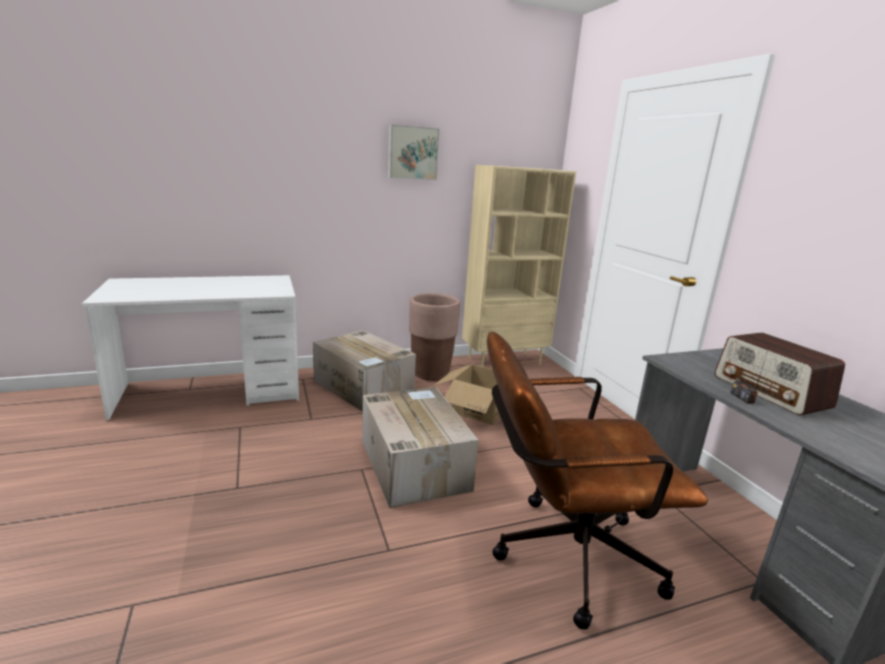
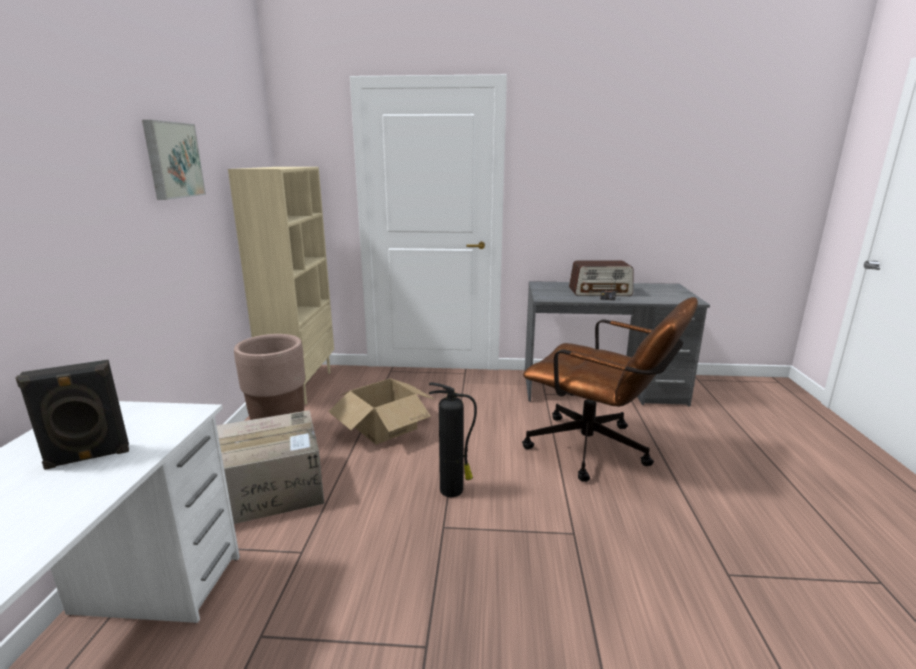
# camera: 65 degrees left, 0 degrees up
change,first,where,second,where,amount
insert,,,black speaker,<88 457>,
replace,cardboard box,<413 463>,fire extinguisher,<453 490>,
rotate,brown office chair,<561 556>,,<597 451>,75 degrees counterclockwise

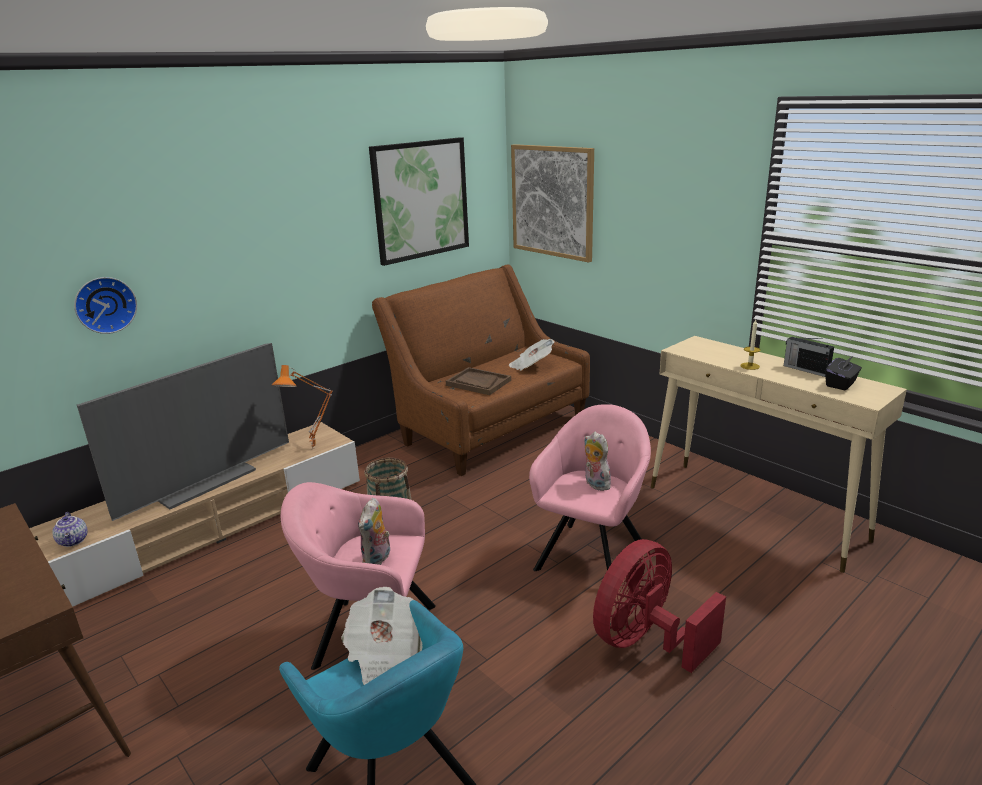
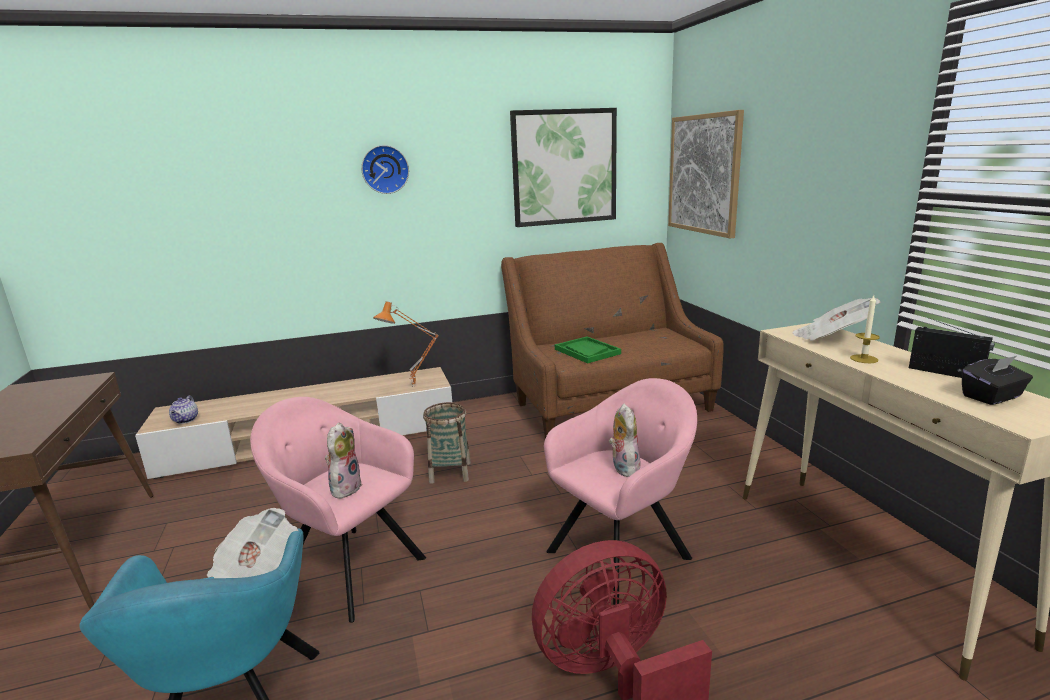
# camera: 25 degrees right, 5 degrees down
change,first,where,second,where,amount
delete,television,<204 481>,,,
move,wall clock,<105 304>,,<385 169>,
move,newspaper,<531 366>,,<831 338>,
recolor,brown tray,<478 383>,green tray,<587 351>,
rotate,plush toy,<378 559>,,<345 488>,150 degrees clockwise
rotate,radio,<805 369>,,<946 373>,150 degrees clockwise

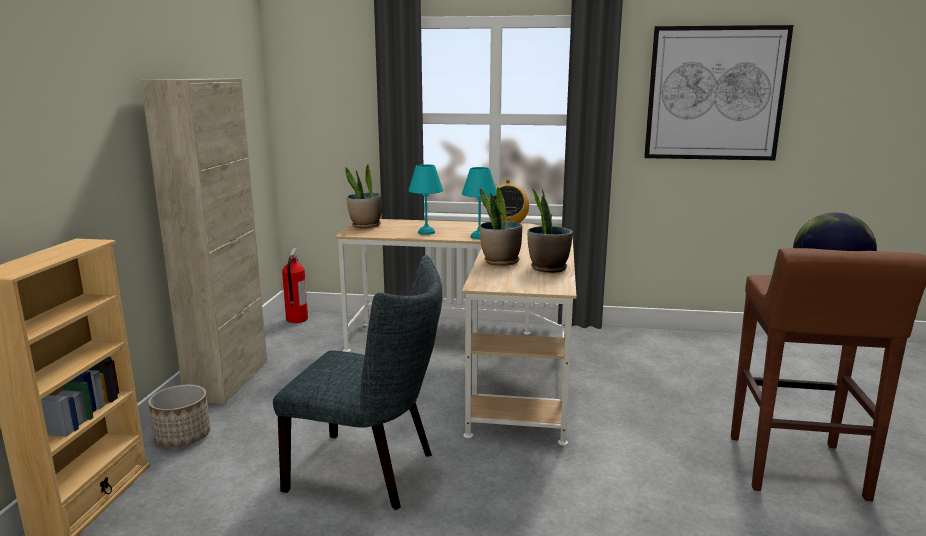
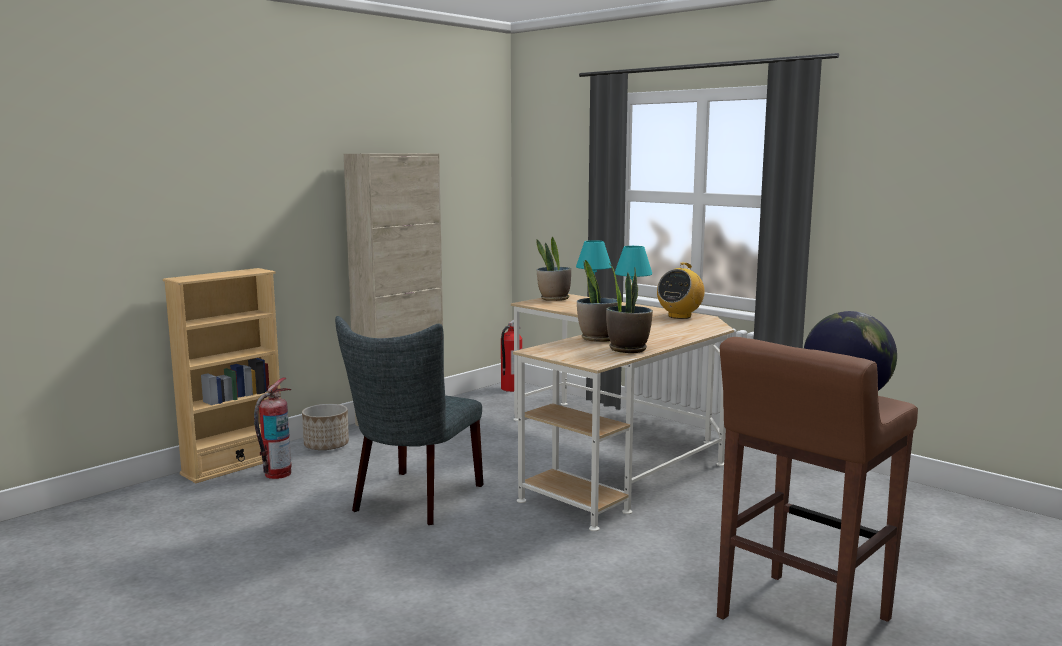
# camera: 35 degrees right, 5 degrees down
change,first,where,second,where,amount
delete,picture,<715 94>,,,
insert,,,fire extinguisher,<277 474>,
rotate,grey chair,<370 471>,,<413 500>,60 degrees clockwise

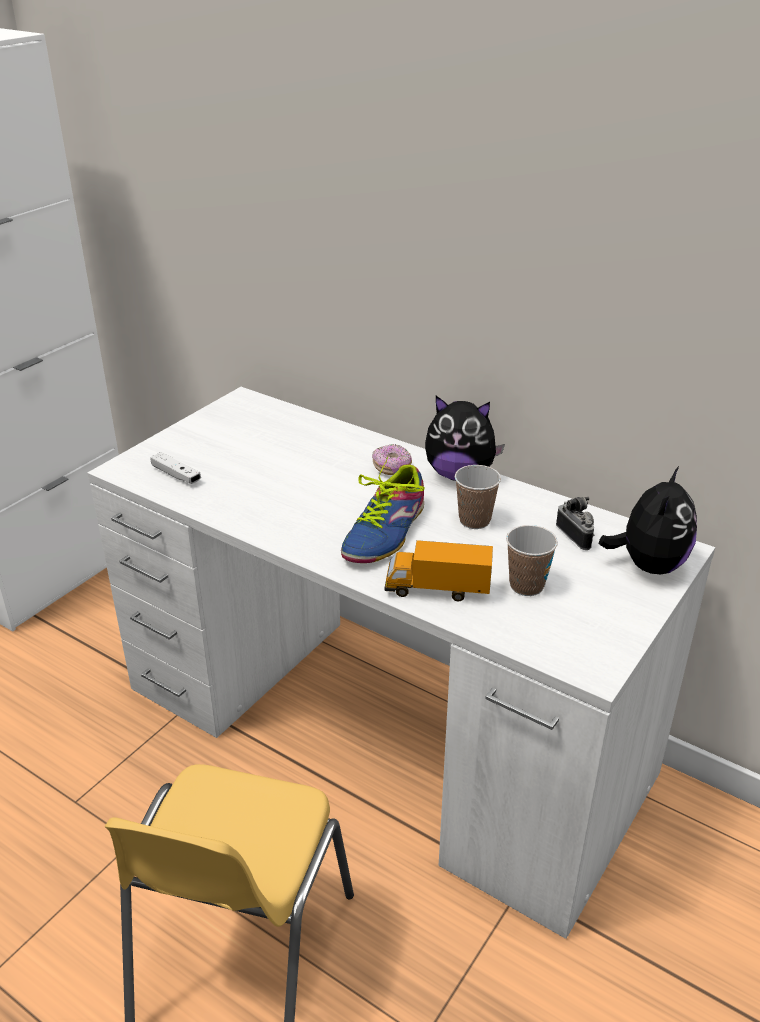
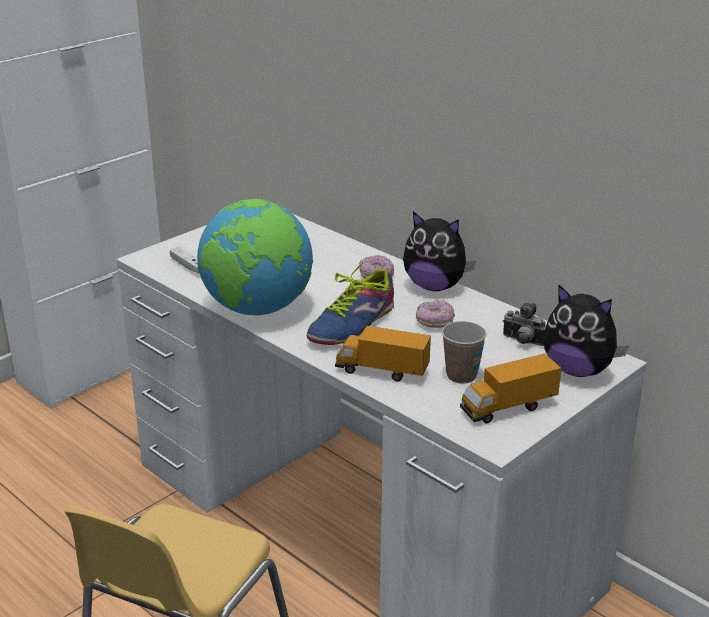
# camera: 10 degrees right, 5 degrees down
change,first,where,second,where,amount
insert,,,globe,<257 309>,
insert,,,toy truck,<508 408>,
replace,cup,<474 520>,donut,<434 322>,
rotate,photo camera,<577 535>,,<523 342>,135 degrees clockwise
rotate,plush toy,<648 565>,,<578 370>,90 degrees clockwise

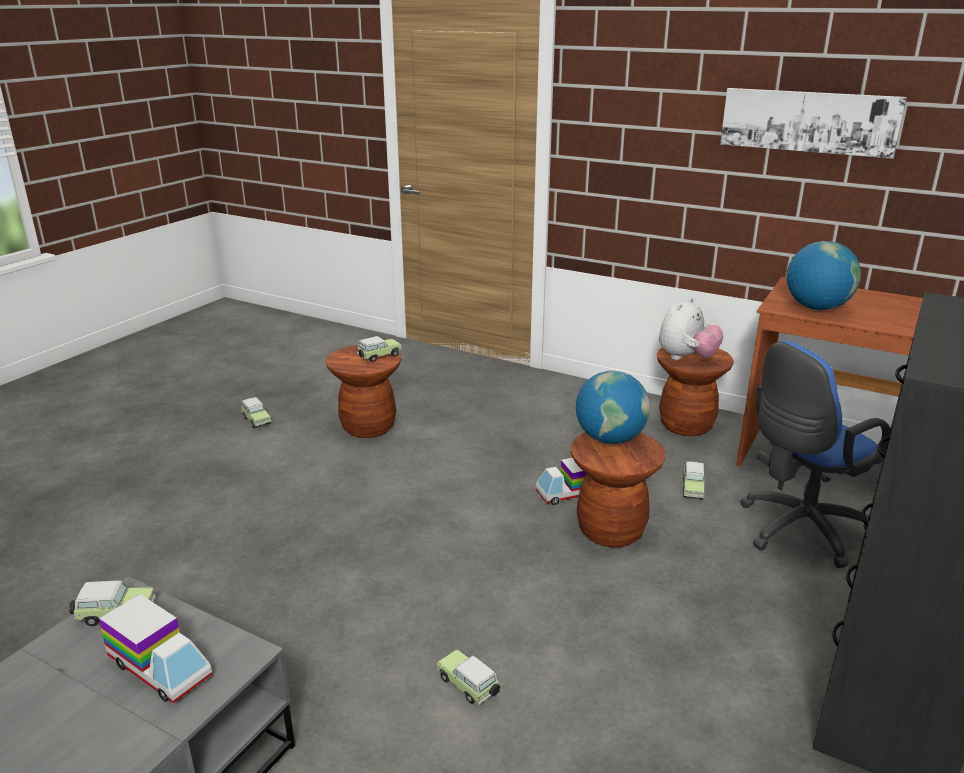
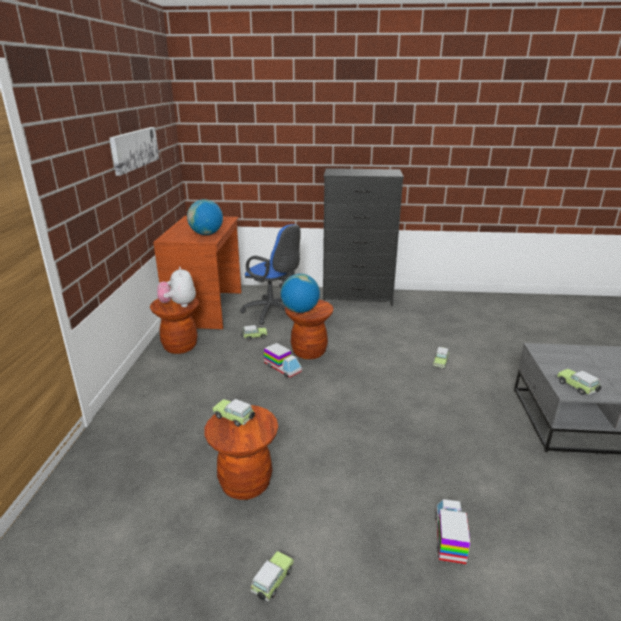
# camera: 115 degrees left, 0 degrees up
change,first,where,second,where,amount
move,toy truck,<160 668>,,<449 537>,
rotate,plush toy,<686 358>,,<178 305>,120 degrees counterclockwise

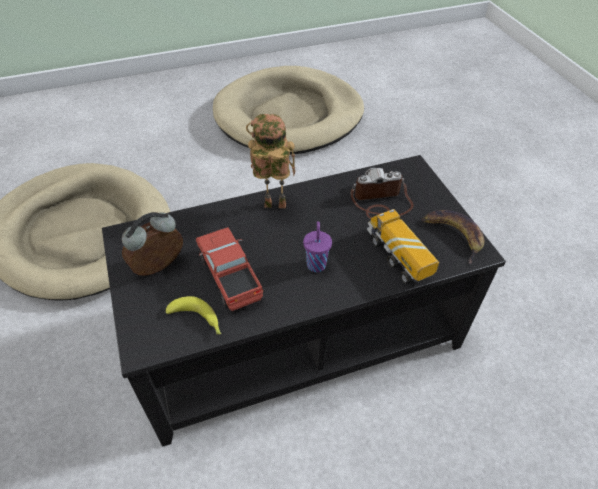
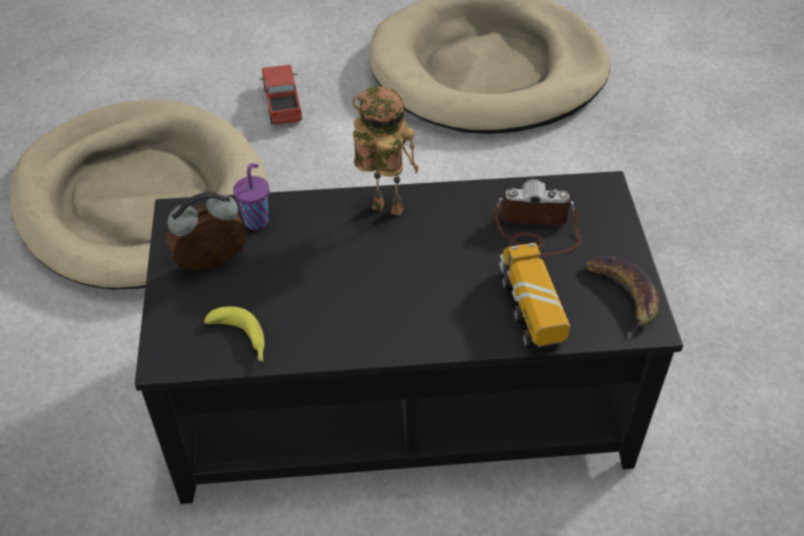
# camera: 15 degrees right, 0 degrees up
change,first,where,second,where,amount
move,toy truck,<230 278>,,<282 105>,
move,purple cup,<316 264>,,<257 220>,

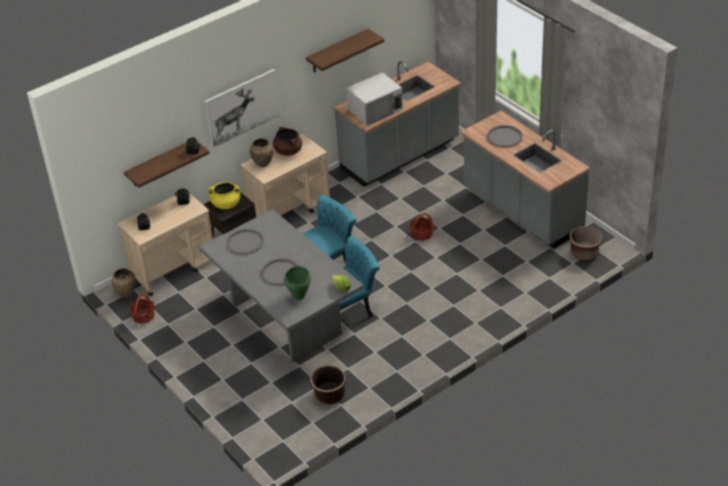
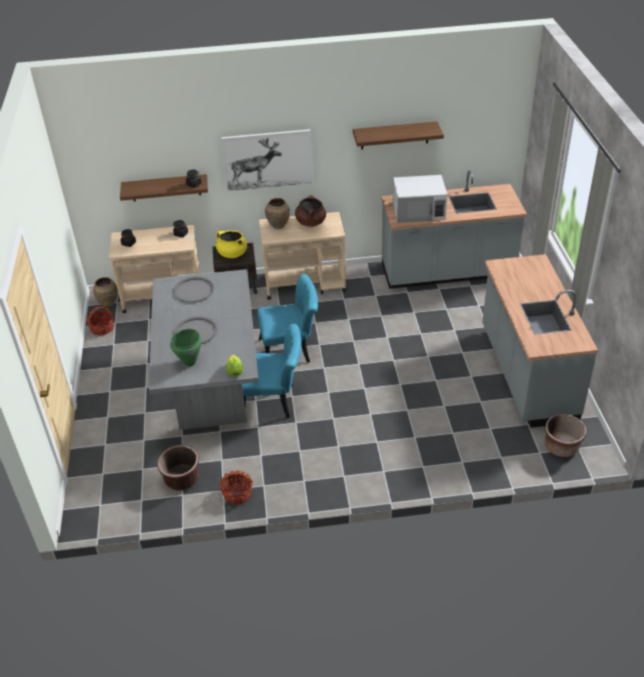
# camera: 30 degrees right, 0 degrees up
change,first,where,second,where,amount
delete,grey tray,<504 136>,,,
move,basket,<421 234>,,<237 493>,

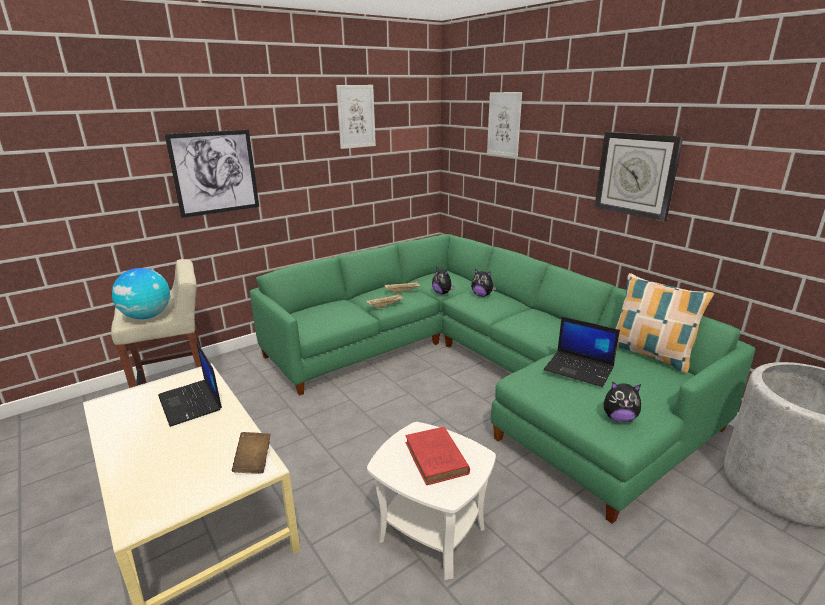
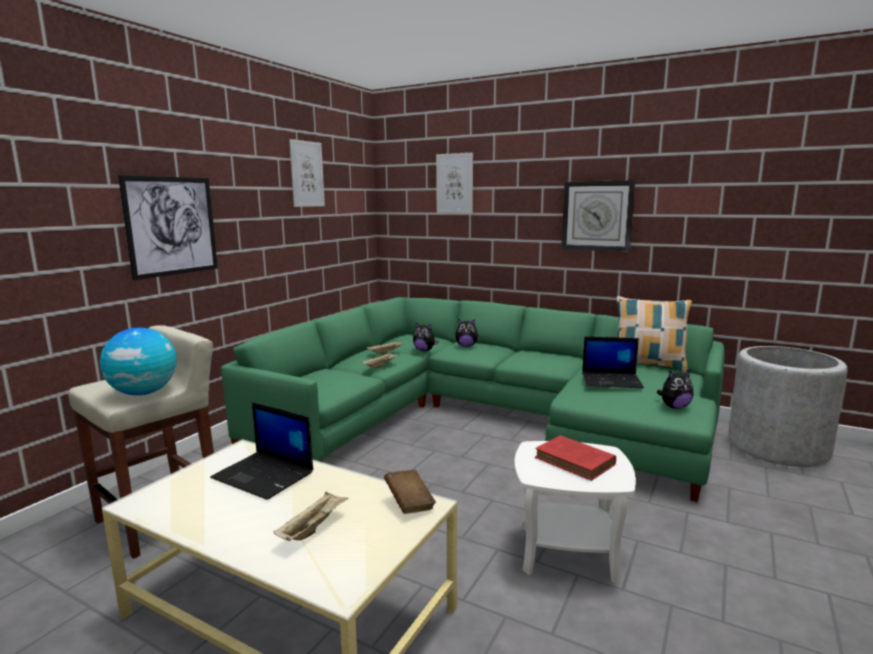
# camera: 25 degrees left, 10 degrees down
change,first,where,second,where,amount
insert,,,beige tray,<313 528>,

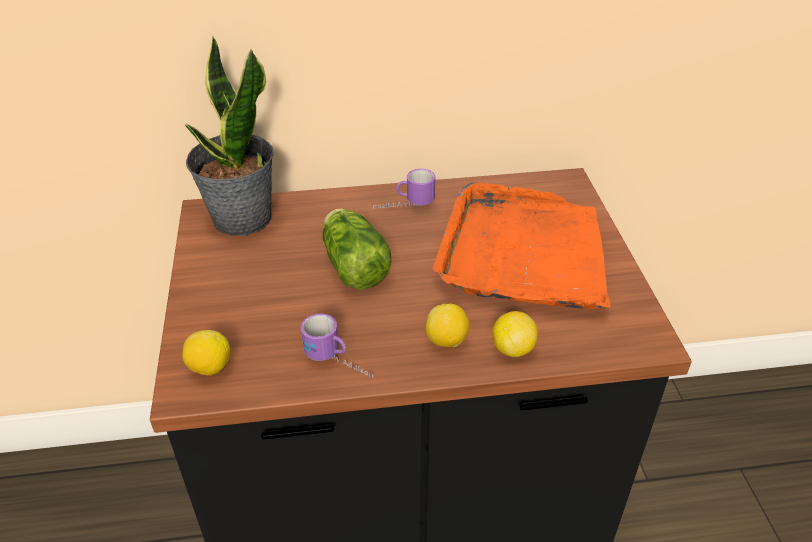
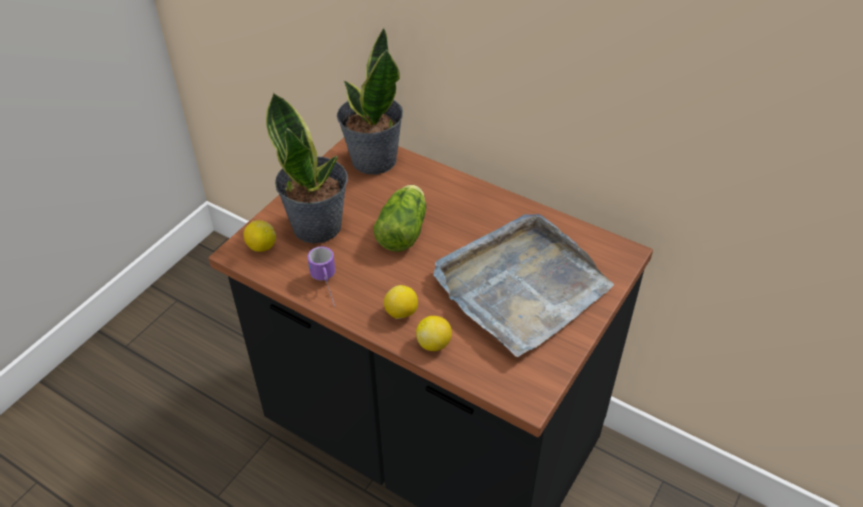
# camera: 40 degrees right, 5 degrees up
change,first,where,second,where,amount
delete,mug,<404 206>,,,
insert,,,potted plant,<318 225>,
recolor,orange tray,<523 252>,grey tray,<521 286>,

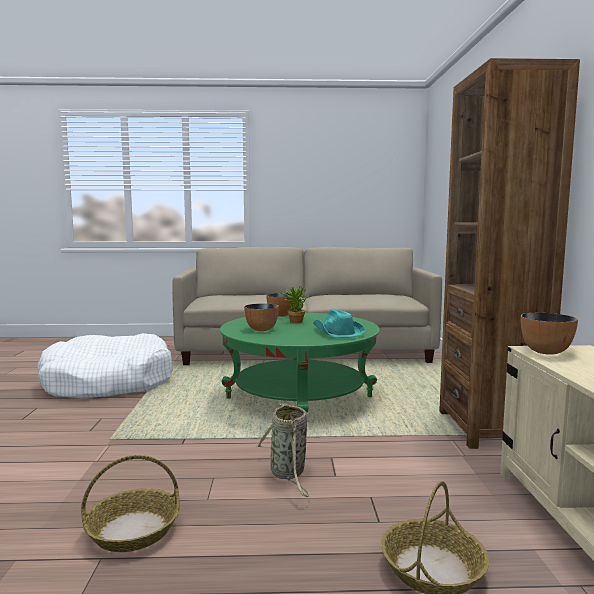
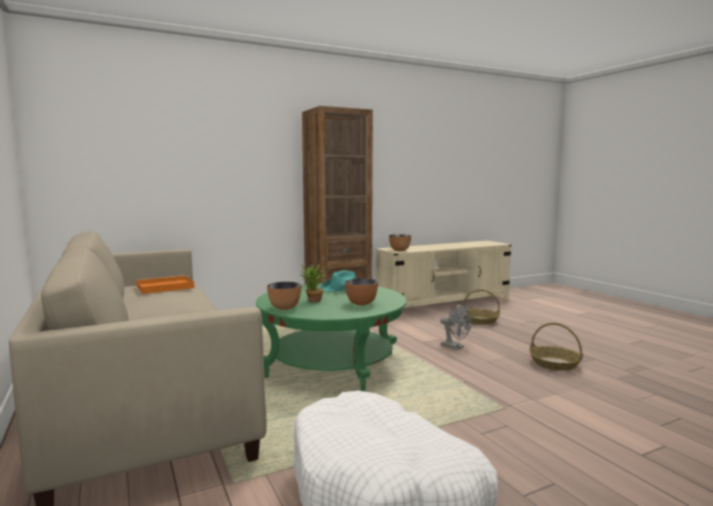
# camera: 115 degrees left, 0 degrees up
change,first,where,second,where,amount
insert,,,orange tray,<164 287>,
replace,basket,<288 474>,grey fan,<455 347>,

